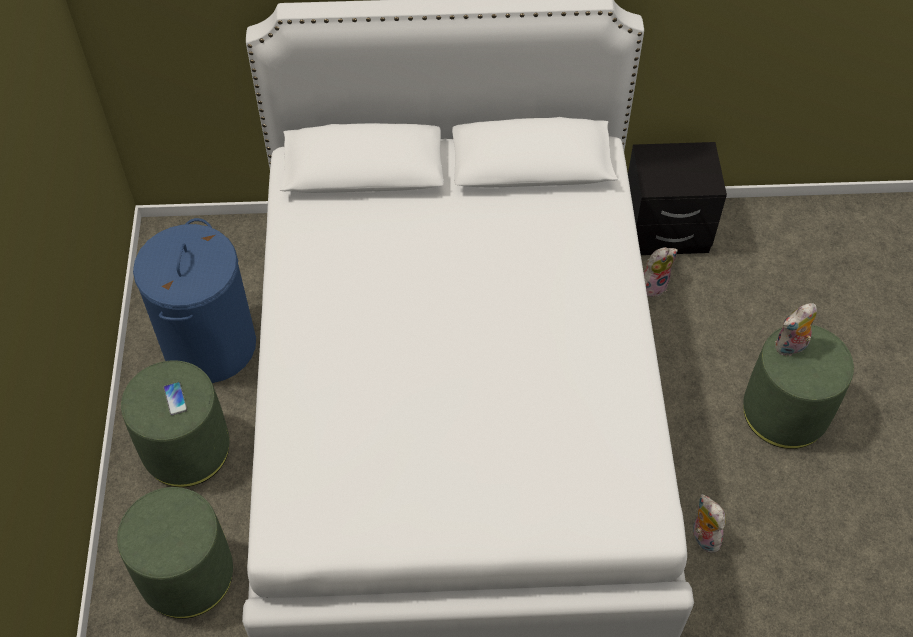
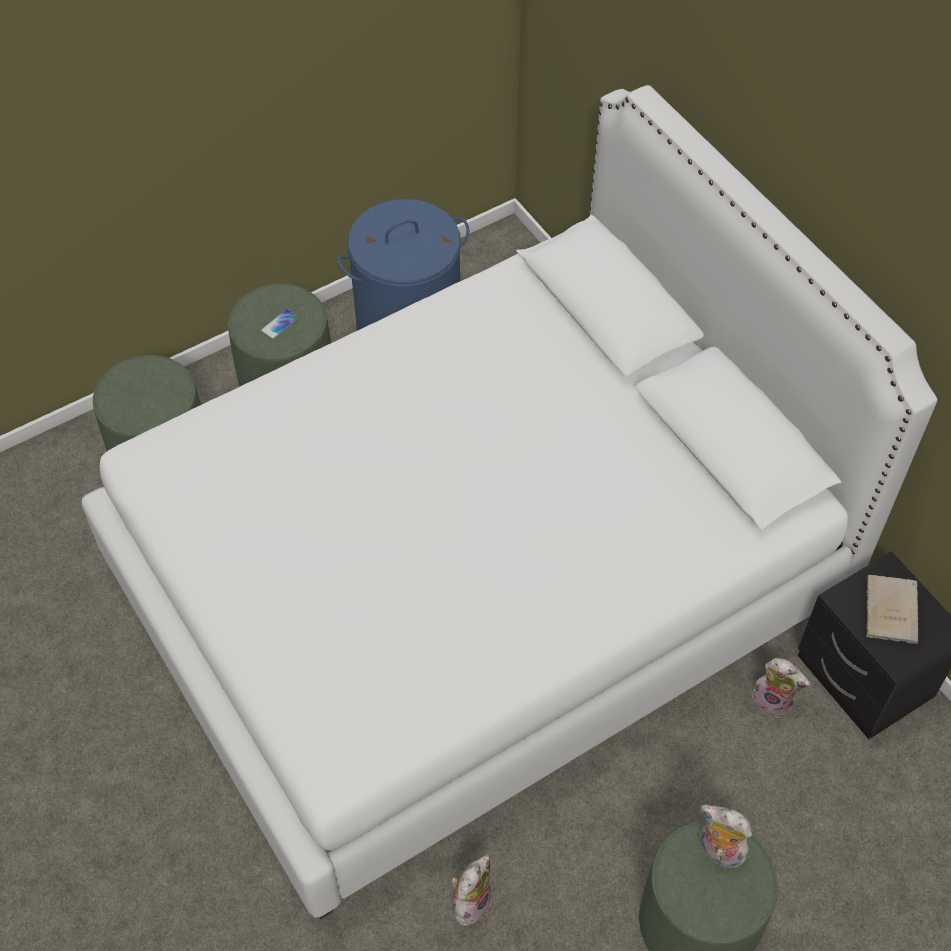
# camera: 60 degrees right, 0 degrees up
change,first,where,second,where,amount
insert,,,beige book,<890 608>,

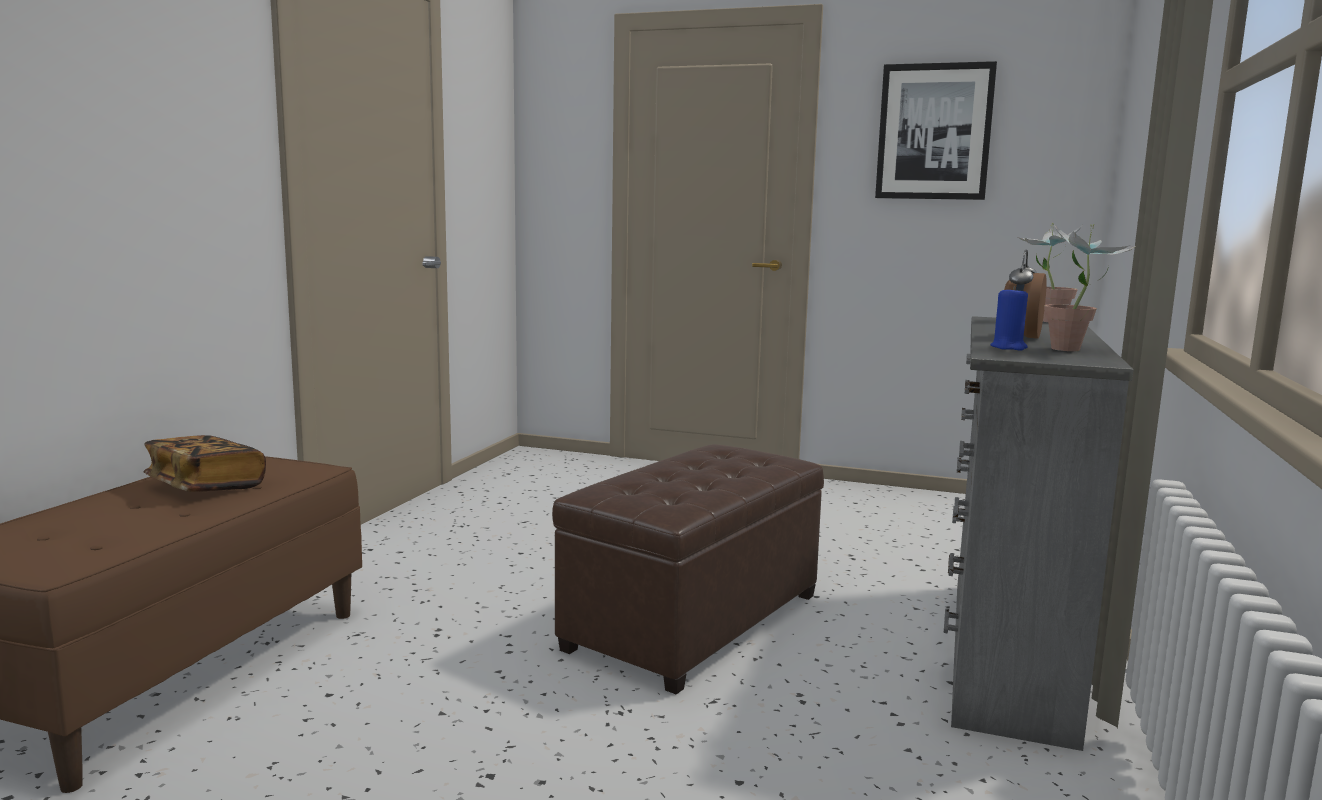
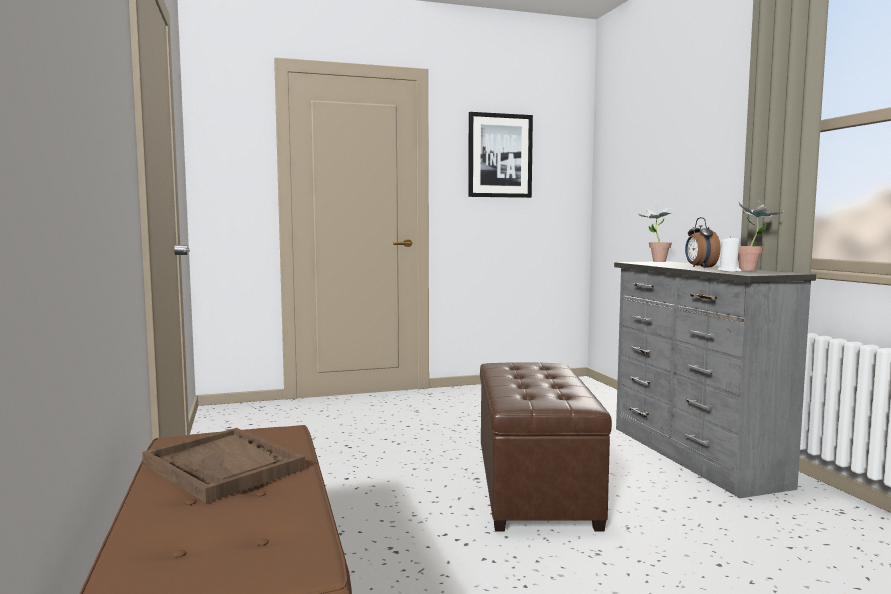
# camera: 35 degrees left, 5 degrees down
change,first,where,second,where,amount
replace,book,<206 486>,brown tray,<224 467>,
recolor,blue candle,<1008 347>,white candle,<729 271>,

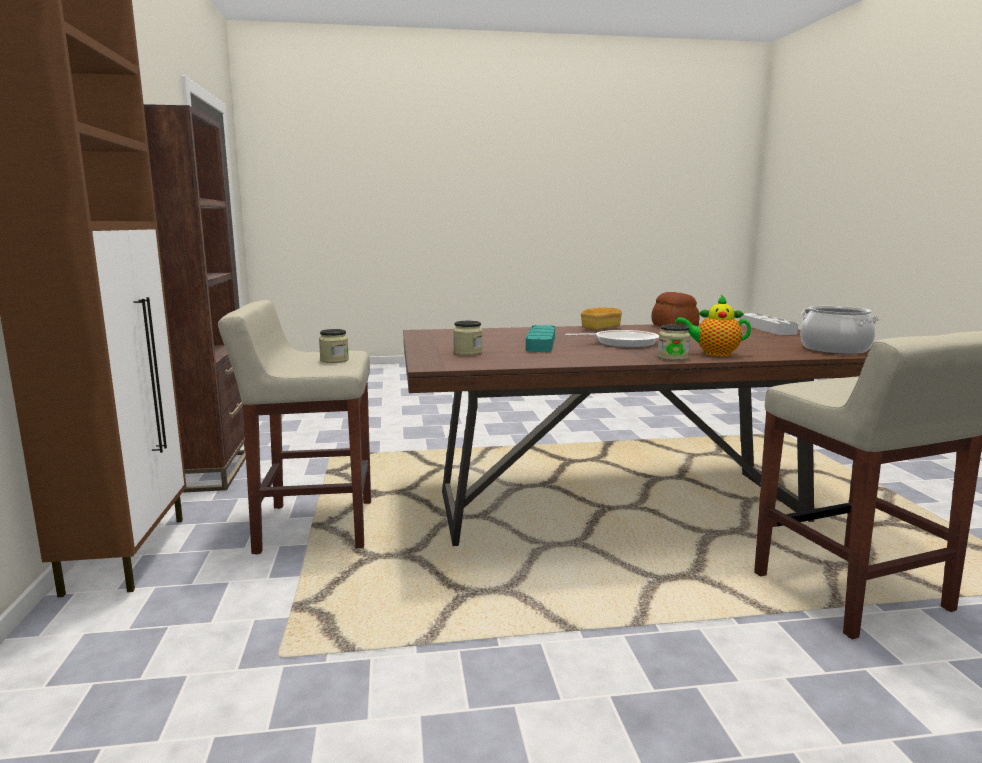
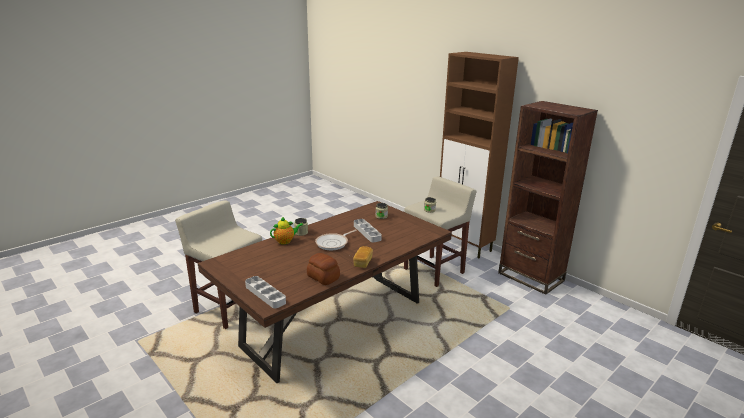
# camera: 145 degrees right, 10 degrees up
change,first,where,second,where,amount
delete,cooking pot,<834 349>,,,
recolor,turquoise tray,<541 343>,grey tray,<367 232>,

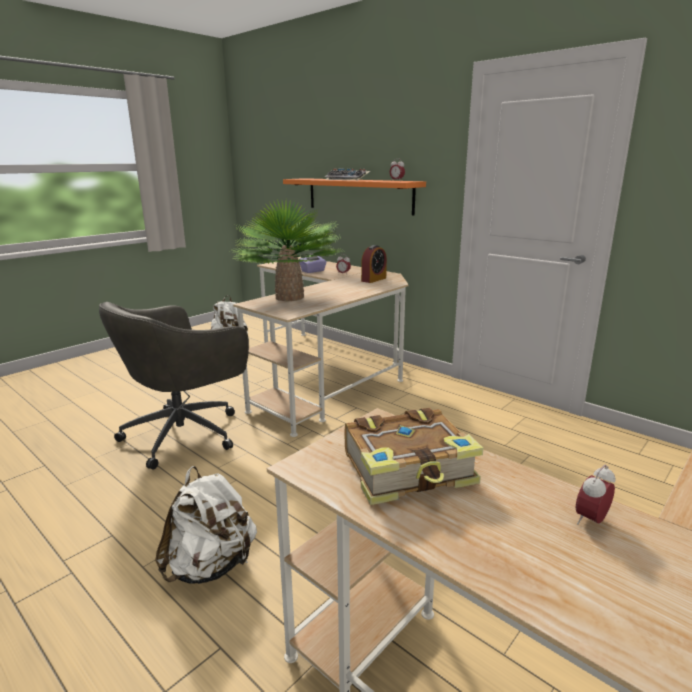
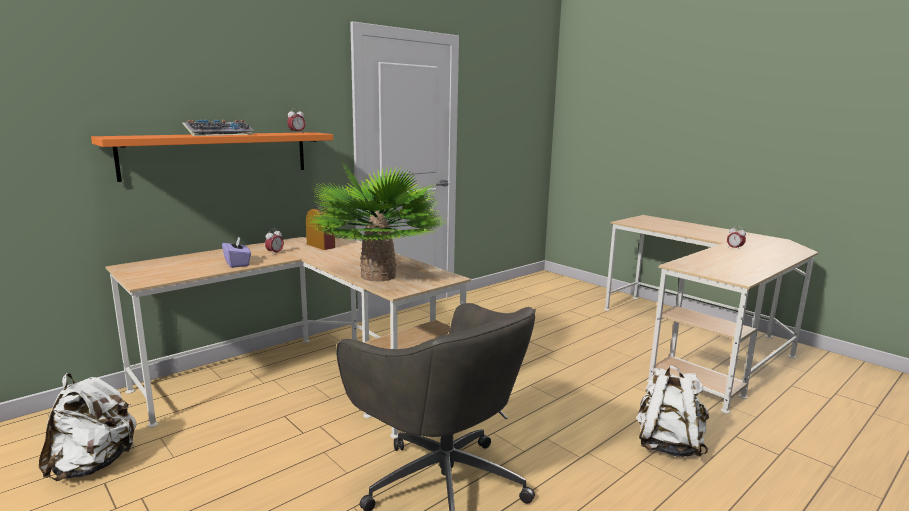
# camera: 85 degrees left, 5 degrees down
change,first,where,second,where,amount
delete,book,<410 470>,,,

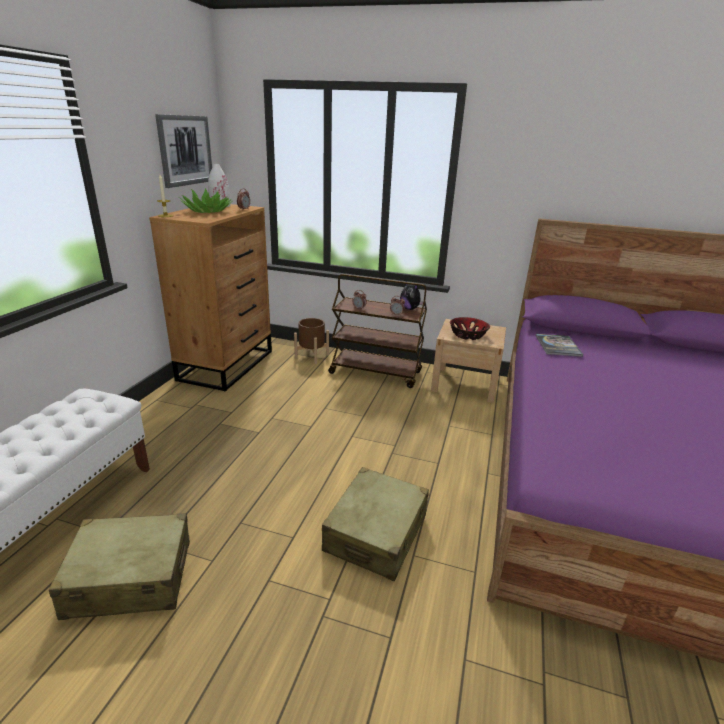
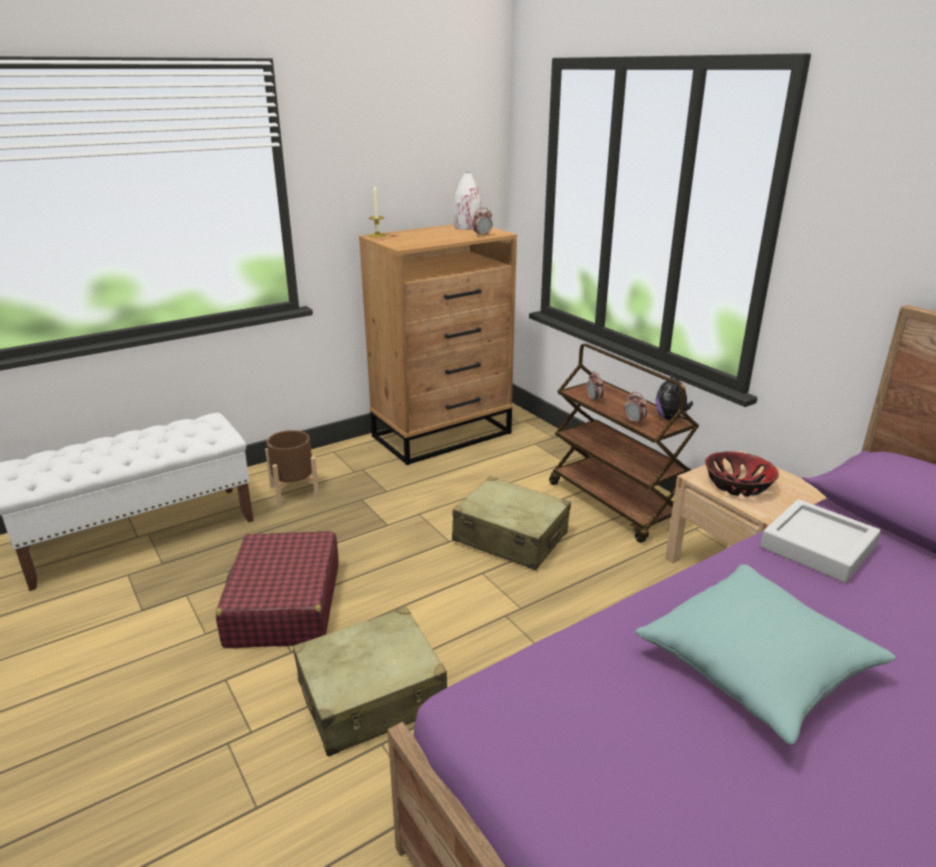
# camera: 40 degrees right, 0 degrees up
change,first,where,second,where,amount
delete,picture,<185 150>,,,
delete,potted plant,<207 211>,,,
insert,,,red suitcase,<284 605>,
insert,,,turquoise pillow,<756 667>,
move,beige suitcase,<130 578>,,<510 537>,
move,brown planter,<312 356>,,<294 492>,
replace,book,<557 346>,grey tray,<817 547>,

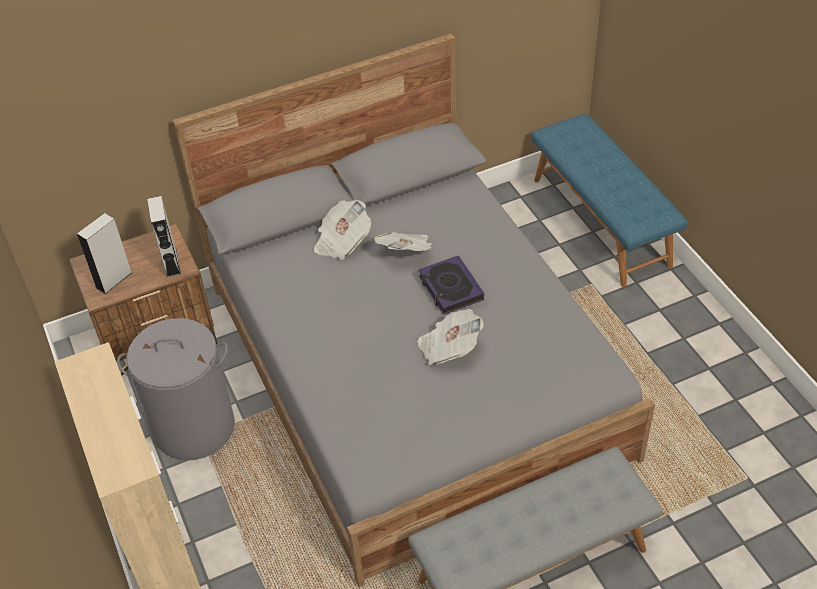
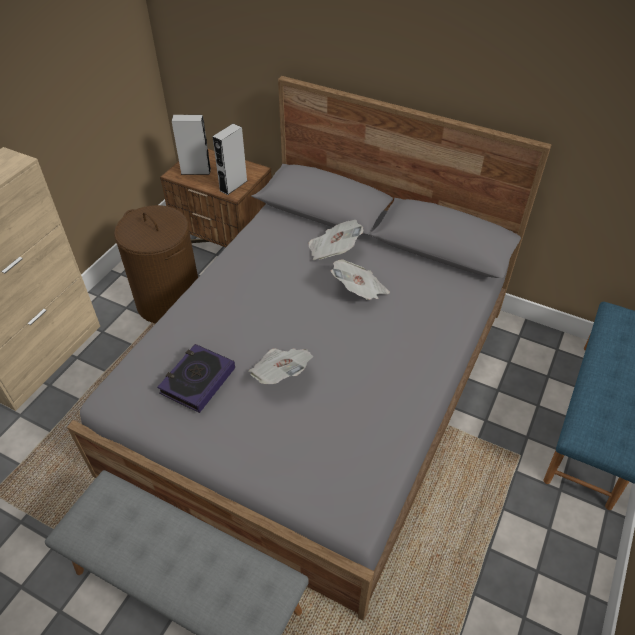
# camera: 50 degrees right, 0 degrees up
change,first,where,second,where,amount
move,book,<450 288>,,<197 380>,
recolor,grey laundry basket,<194 427>,brown laundry basket,<169 301>,

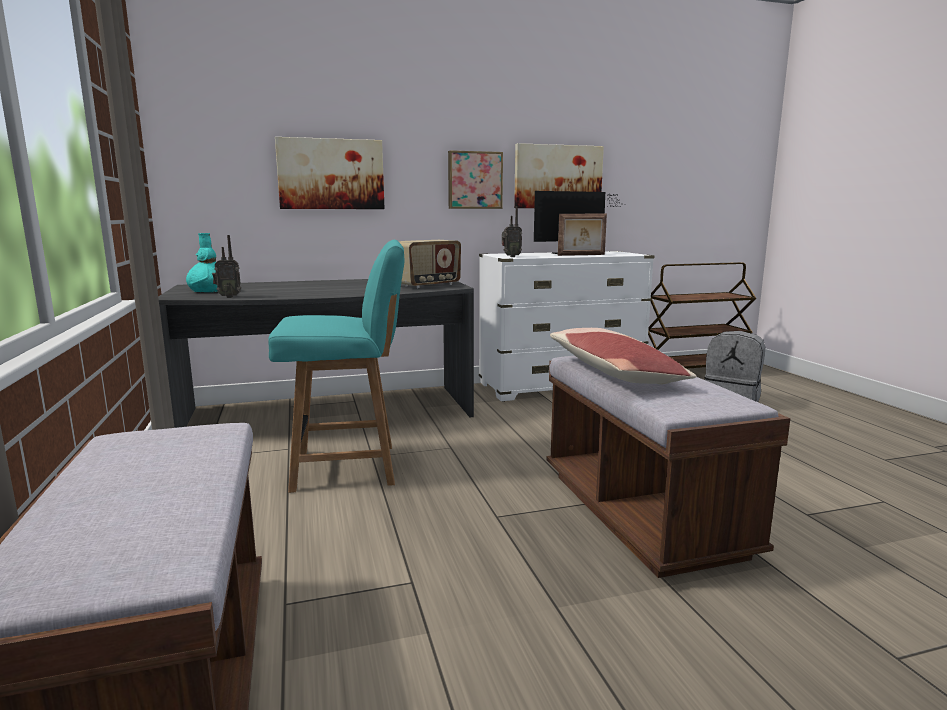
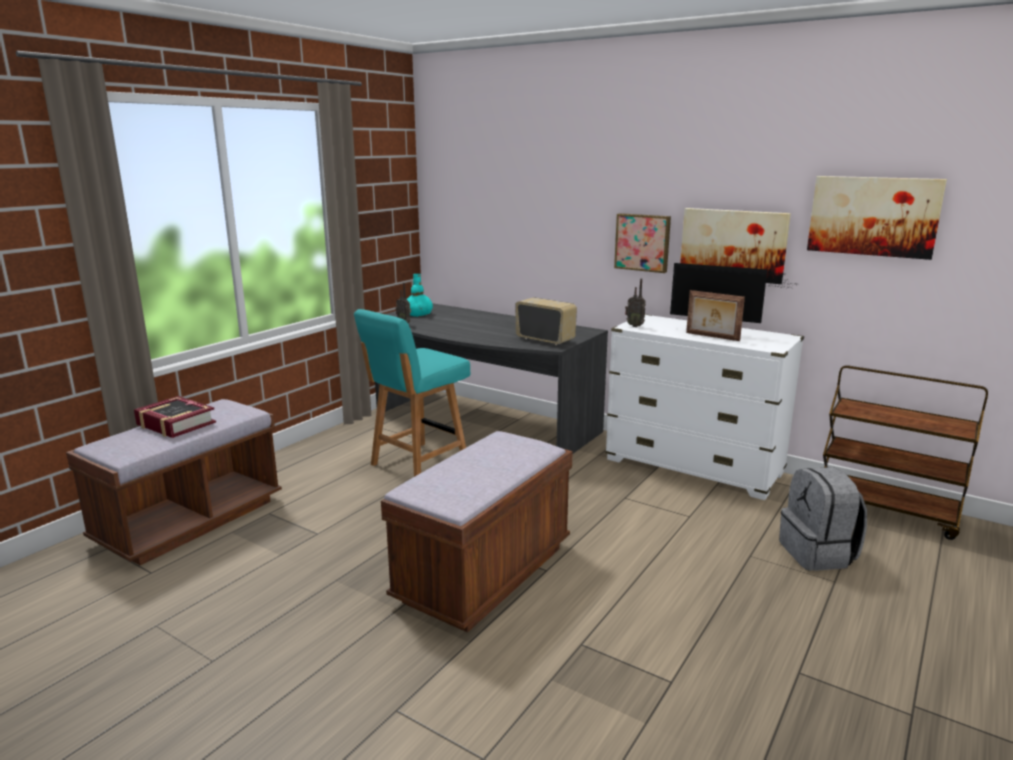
# camera: 50 degrees right, 5 degrees up
change,first,where,second,where,amount
delete,pillow,<613 372>,,,
insert,,,book,<175 424>,
move,picture,<331 174>,,<873 216>,
rotate,turquoise chair,<348 467>,,<417 463>,90 degrees clockwise
rotate,radio,<428 285>,,<545 340>,150 degrees counterclockwise

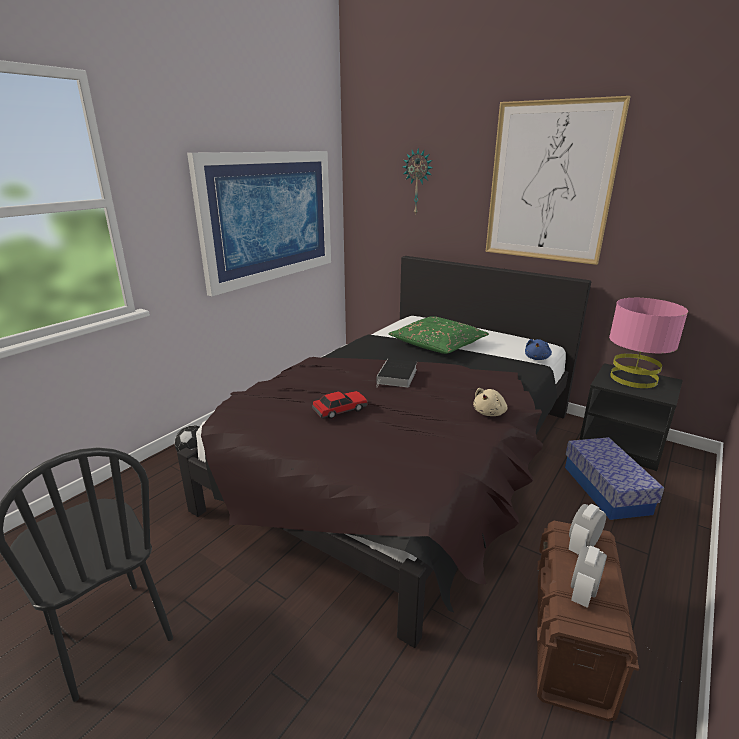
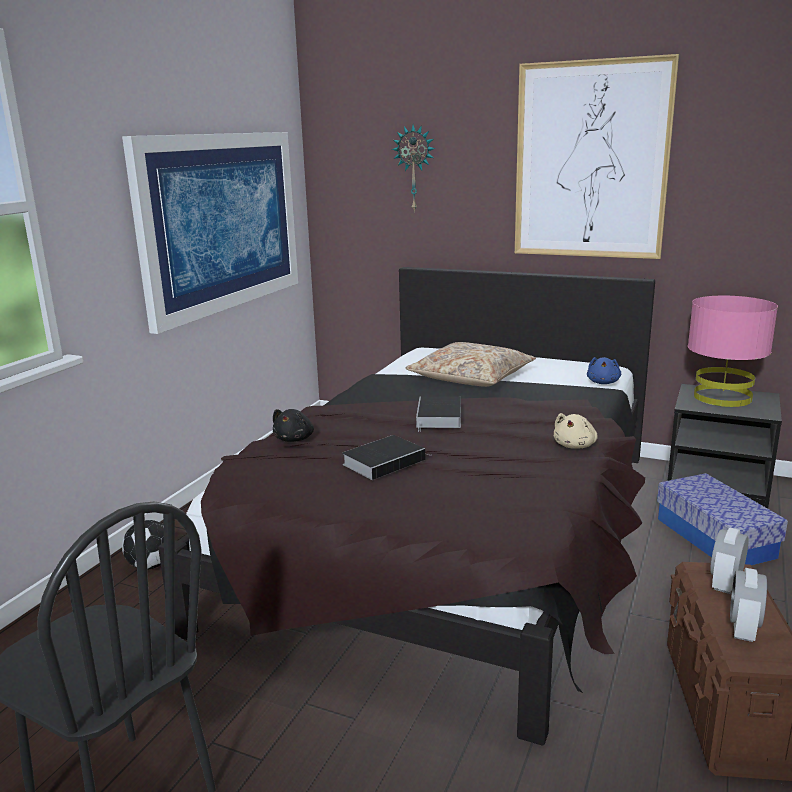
# camera: 10 degrees left, 5 degrees down
change,first,where,second,where,amount
insert,,,black plush toy,<295 439>,
replace,toy car,<341 410>,book,<385 461>,
recolor,green pillow,<438 344>,beige pillow,<471 377>,

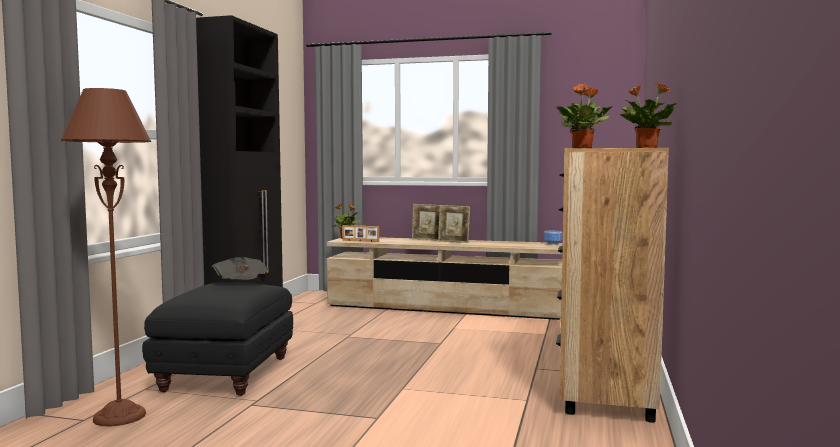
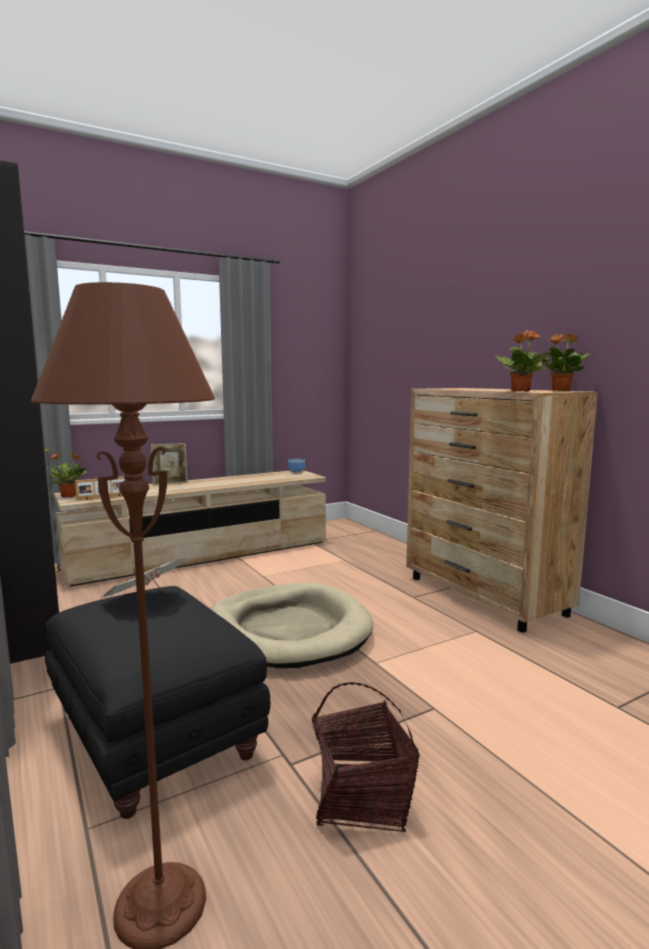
# camera: 45 degrees left, 5 degrees up
change,first,where,second,where,amount
delete,picture frame,<454 242>,,,
insert,,,beige dog bed,<288 630>,
insert,,,basket,<361 797>,

